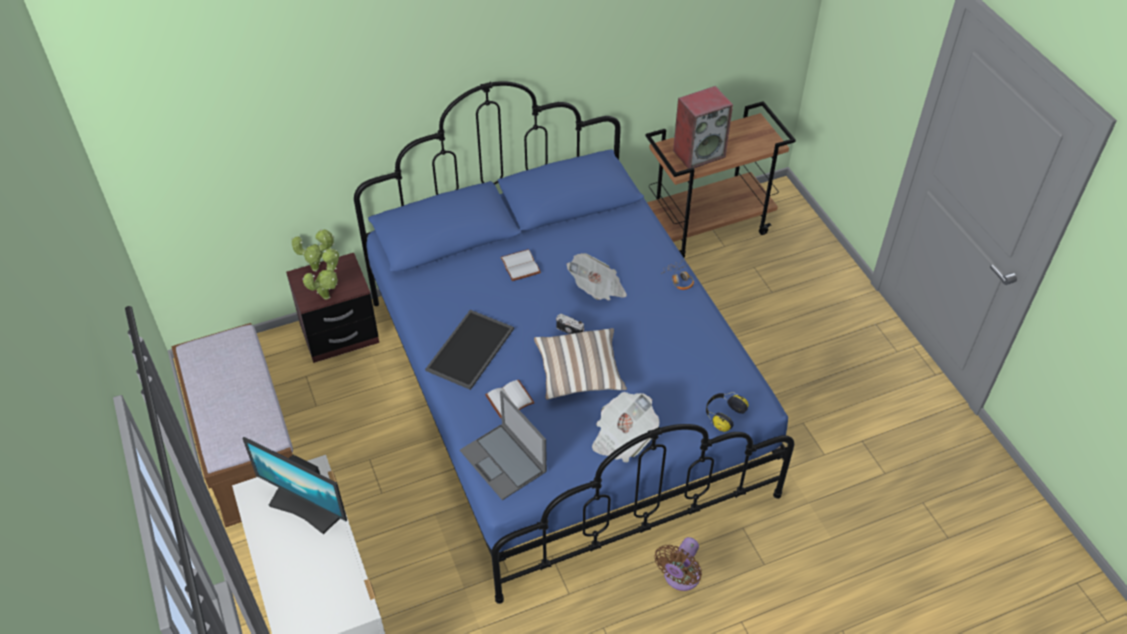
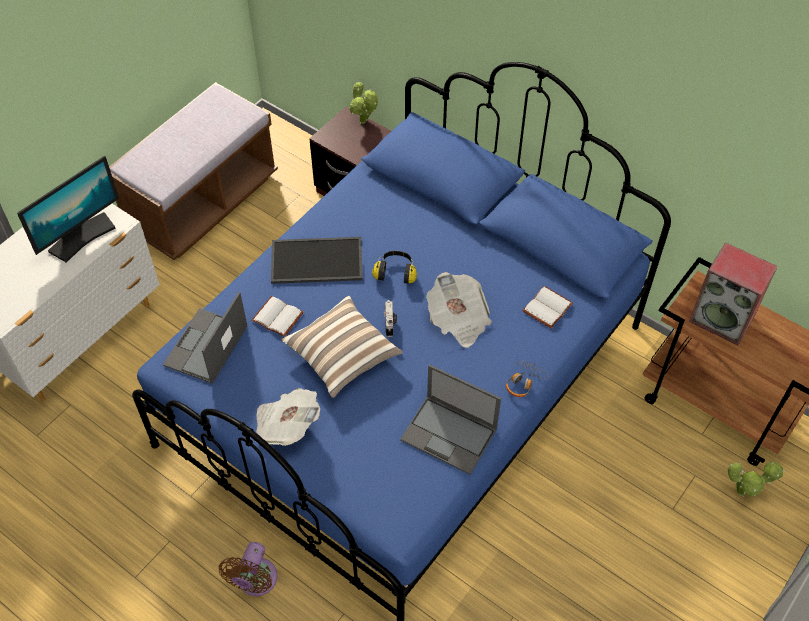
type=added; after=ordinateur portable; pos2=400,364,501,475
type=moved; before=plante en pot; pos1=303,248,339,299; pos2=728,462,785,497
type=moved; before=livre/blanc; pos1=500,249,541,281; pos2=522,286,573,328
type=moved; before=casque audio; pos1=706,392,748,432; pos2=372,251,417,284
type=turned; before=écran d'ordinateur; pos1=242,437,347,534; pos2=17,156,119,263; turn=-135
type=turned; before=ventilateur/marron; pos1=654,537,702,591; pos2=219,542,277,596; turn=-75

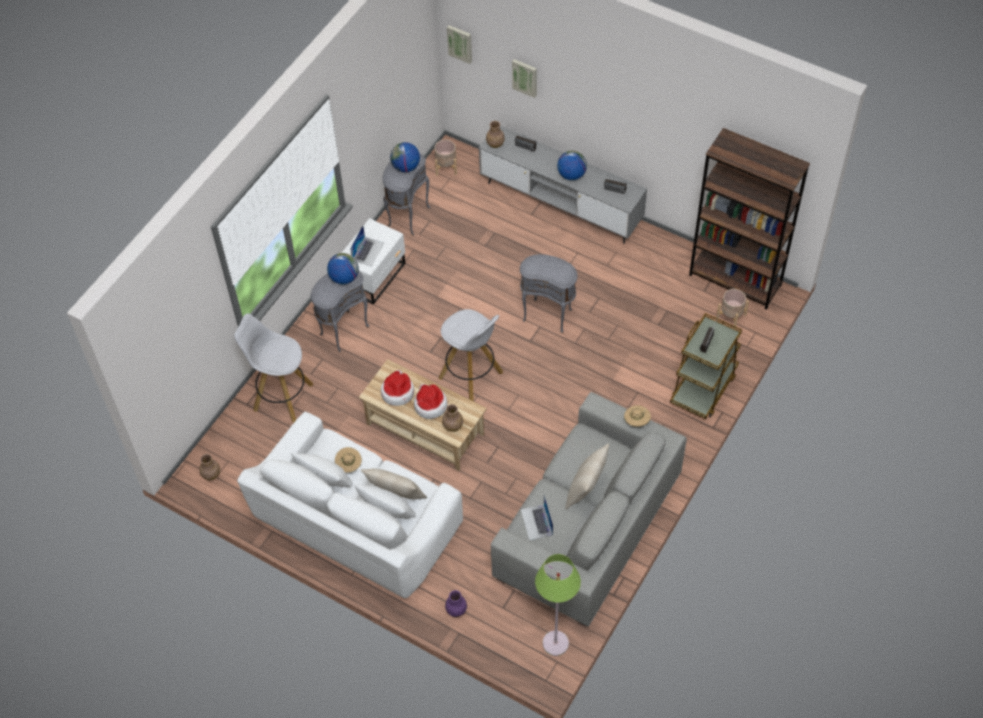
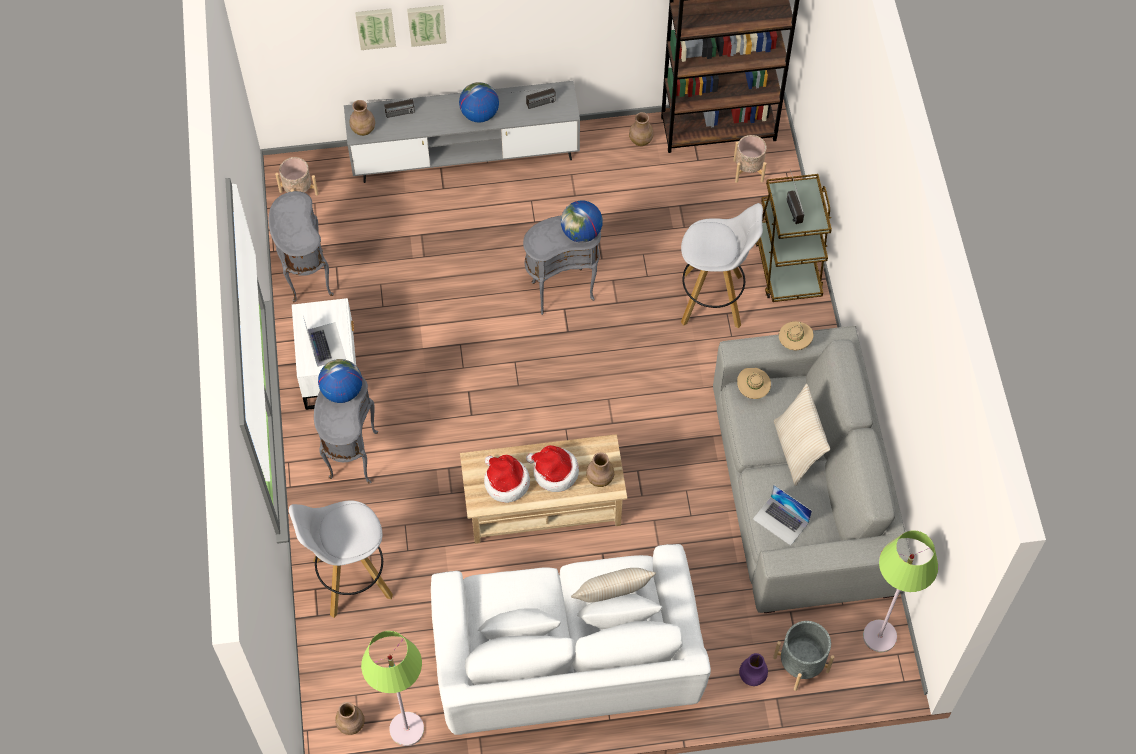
type=added; after=lampadaire/vert; pos2=361,631,424,746
type=added; after=vase/marron; pos2=629,112,654,146
type=added; after=cache-pot/gris; pos2=773,621,834,691
type=moved; before=chapeau/beige; pos1=335,447,362,473; pos2=737,368,771,399
type=moved; before=globe; pos1=390,142,420,172; pos2=561,200,603,243
type=moved; before=tabouret/blanc; pos1=439,309,503,402; pos2=681,203,763,328
type=moved; before=tableau; pos1=447,25,472,64; pos2=407,5,447,47

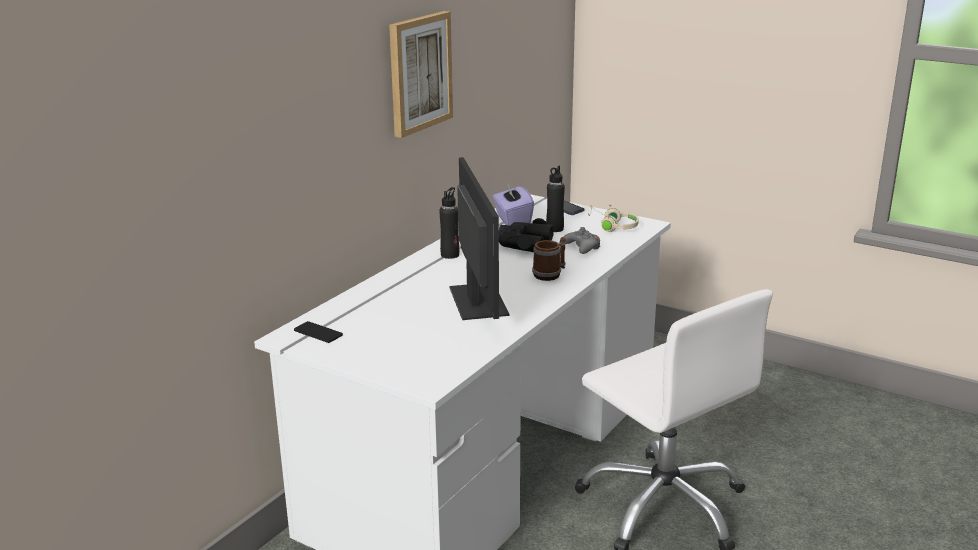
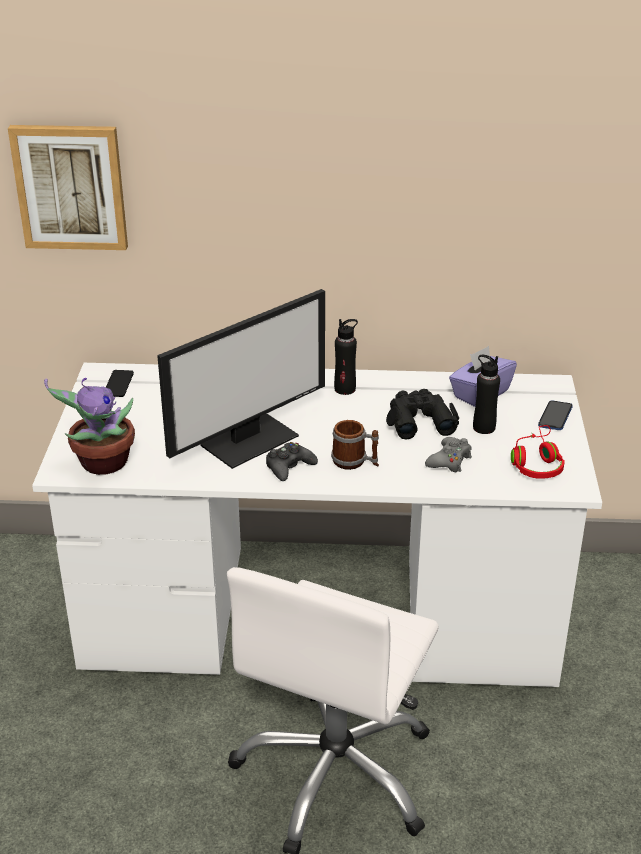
type=added; after=plante en pot; pos2=44,378,135,475
type=added; after=manette/noir; pos2=266,442,318,481
type=moved; before=tableau; pos1=389,11,453,138; pos2=8,125,128,250
type=recoloured; before=casque audio/beige; after=casque audio/rouge; pos1=588,204,639,232; pos2=511,425,565,479

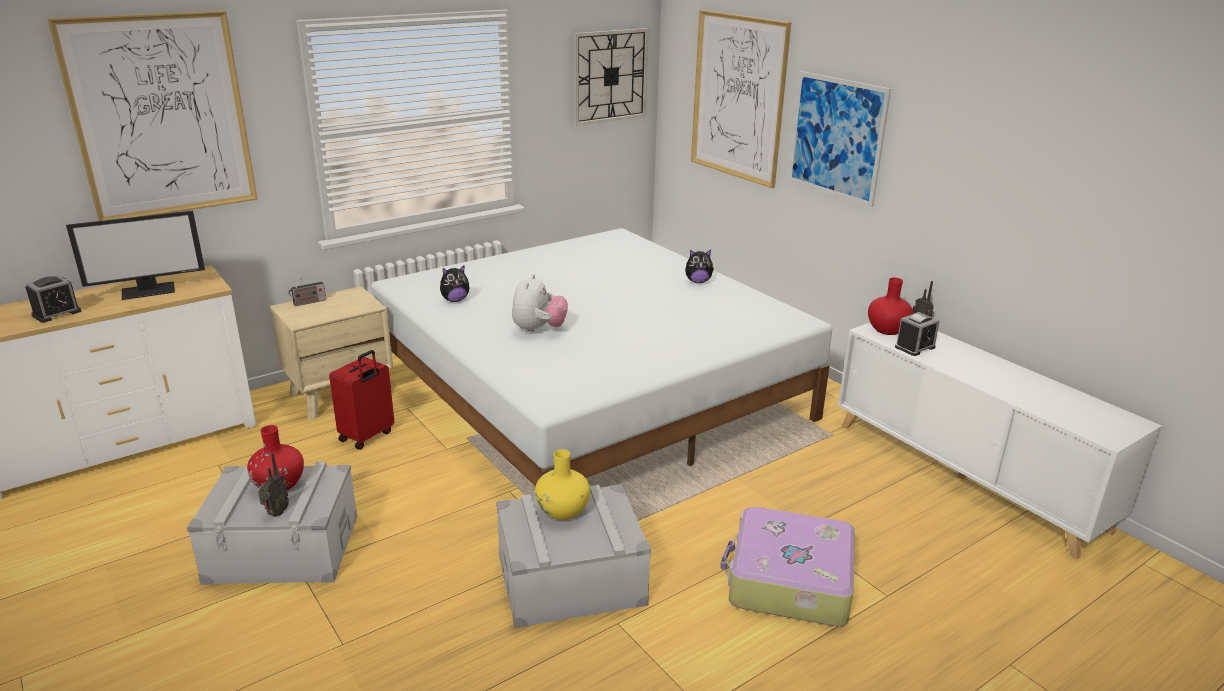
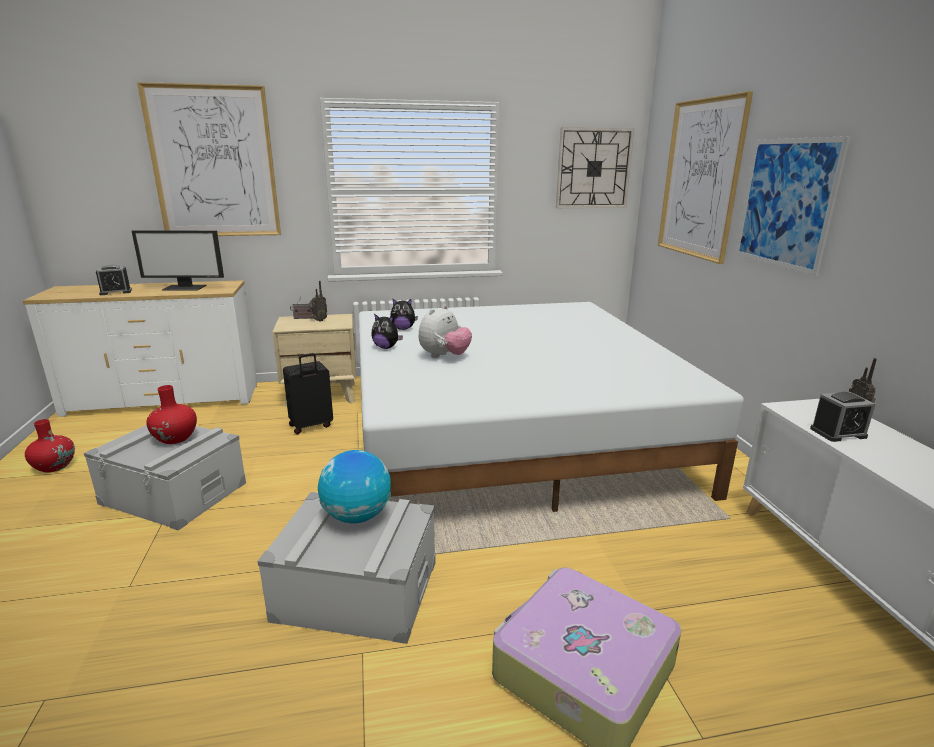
type=moved; before=radio; pos1=258,452,289,517; pos2=309,281,328,321
type=moved; before=peluche; pos1=685,250,714,283; pos2=371,314,403,349
type=moved; before=vase/rouge; pos1=868,278,913,335; pos2=25,419,75,473
type=replaced; before=vase/jaune; after=globe; pos1=535,449,590,520; pos2=318,450,391,523
type=recoloured; before=valise/rouge; after=valise/noir; pos1=329,350,394,450; pos2=283,353,333,434

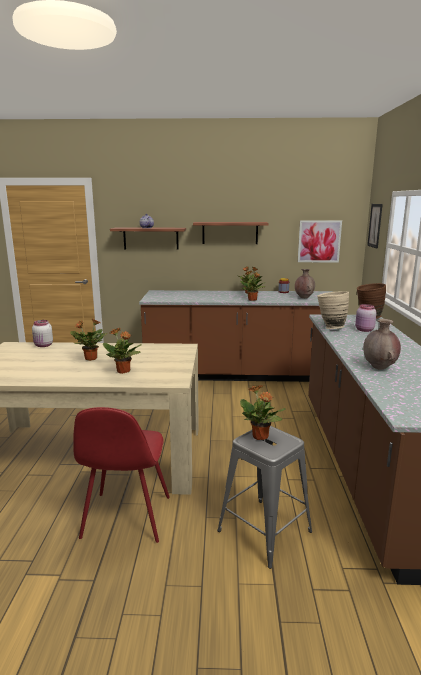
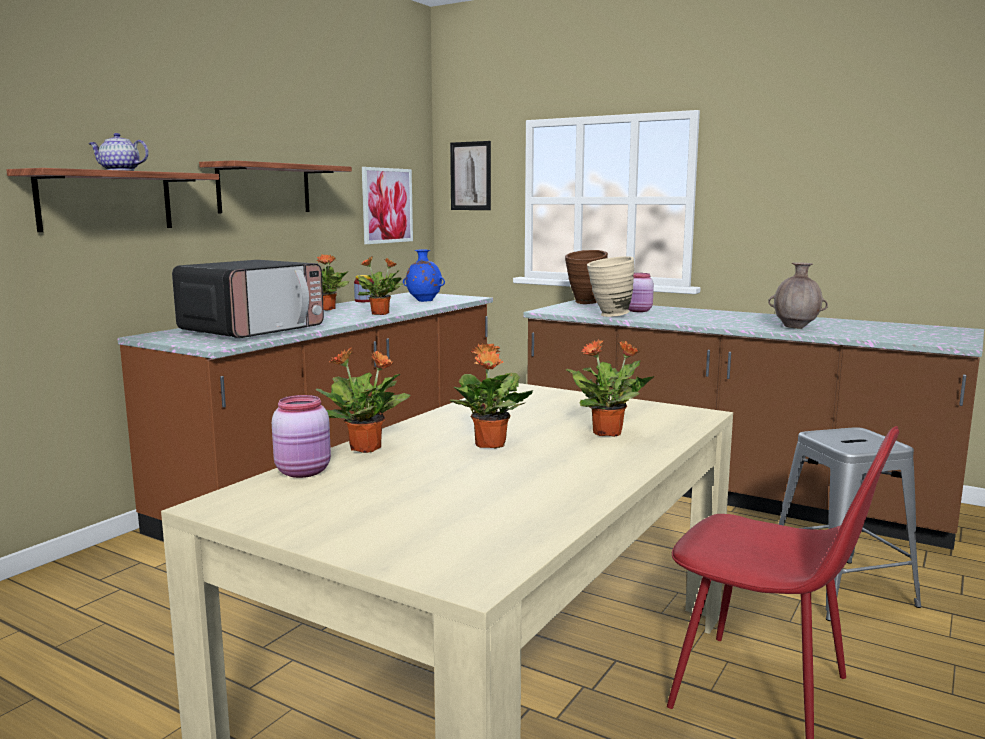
type=added; after=micro-ondes; pos2=172,260,324,338
type=moved; before=plante en pot; pos1=240,385,286,440; pos2=315,347,411,453
type=recoloured; before=bocal/blanc; after=bocal/rose; pos1=32,320,53,347; pos2=272,395,331,478
type=recoloured; before=vase/marron; after=vase/bleu; pos1=295,269,315,298; pos2=403,249,445,302

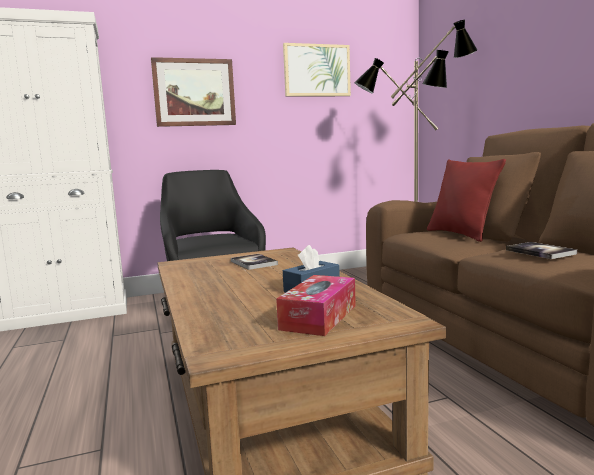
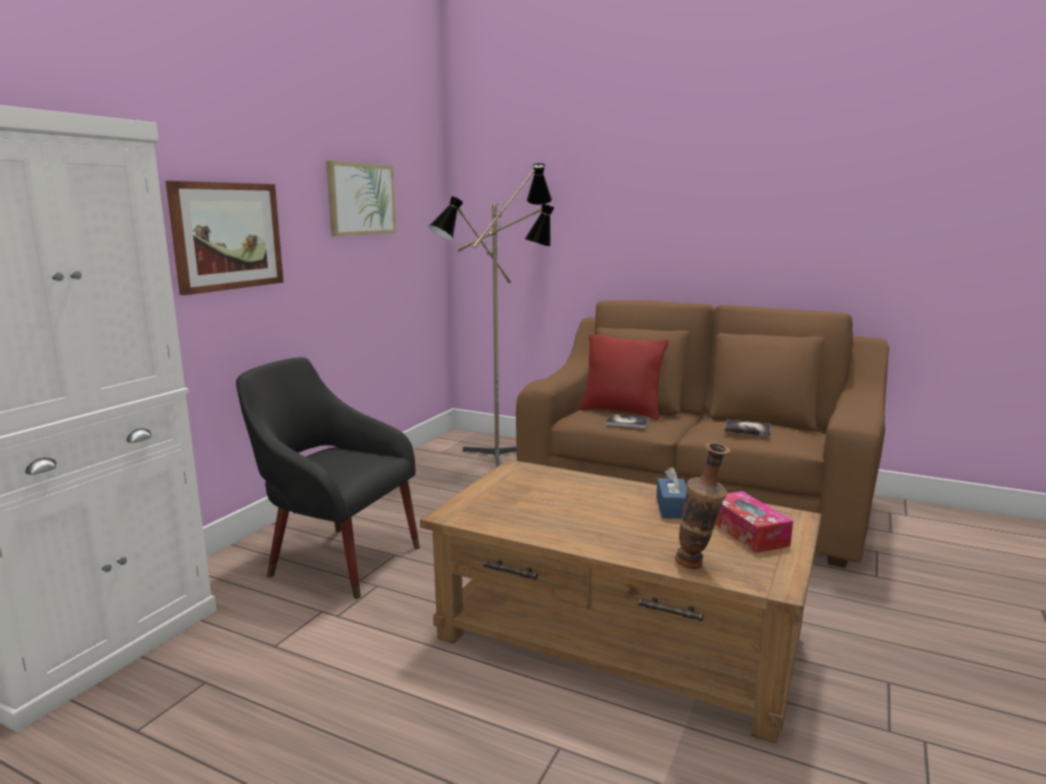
type=added; after=vase; pos2=675,442,731,569
type=moved; before=livre; pos1=231,254,278,270; pos2=605,414,649,429

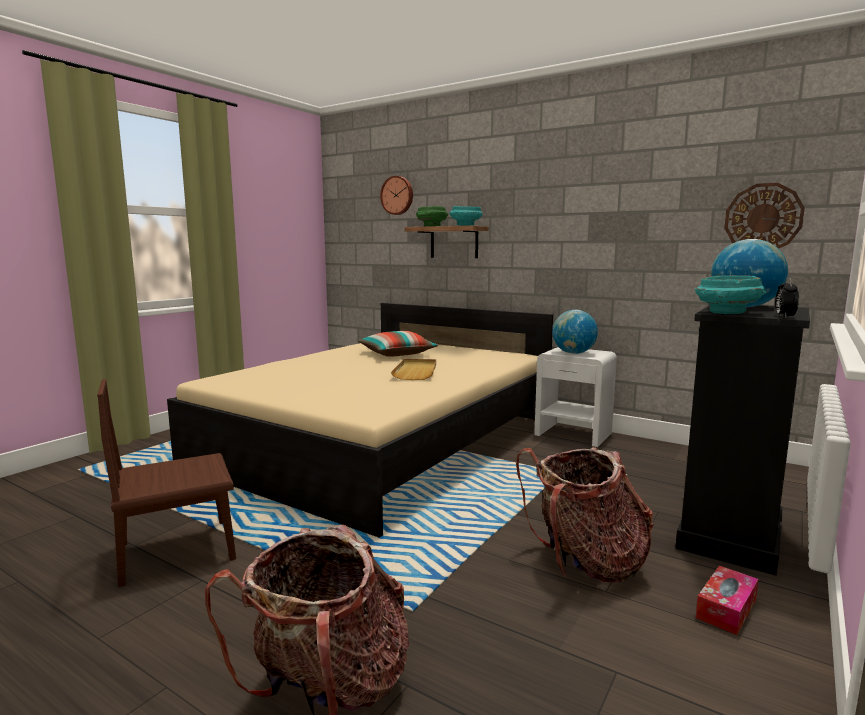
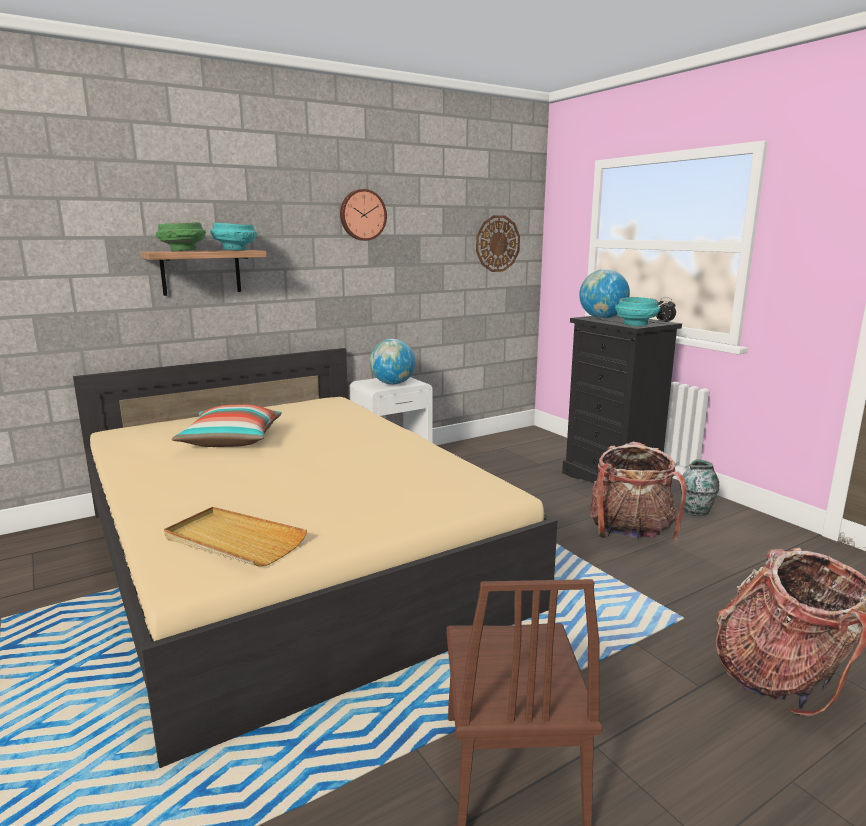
type=moved; before=horloge murale; pos1=380,176,413,215; pos2=340,189,387,241
type=moved; before=plateau/beige; pos1=391,359,436,380; pos2=164,507,307,566
type=replaced; before=boîte à mouchoirs; after=vase; pos1=696,566,759,635; pos2=680,459,719,516

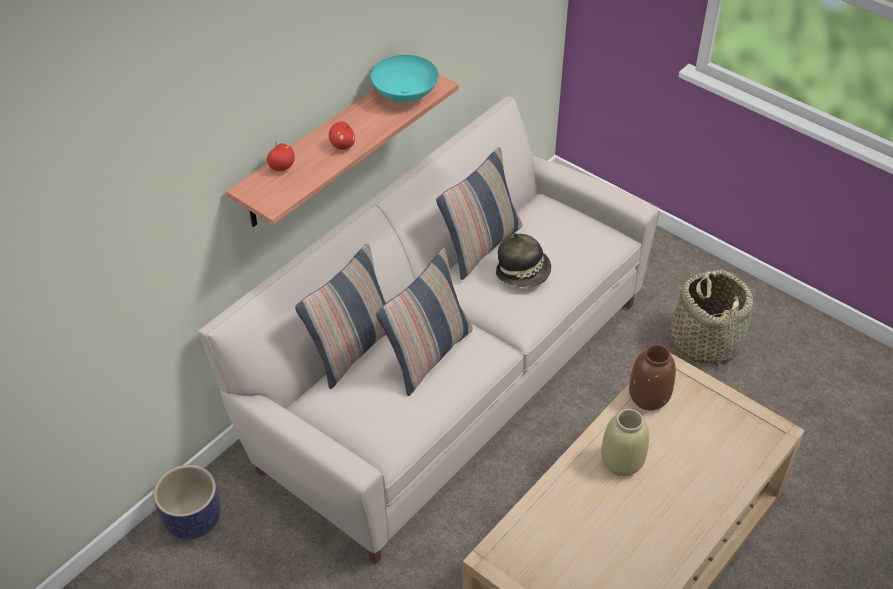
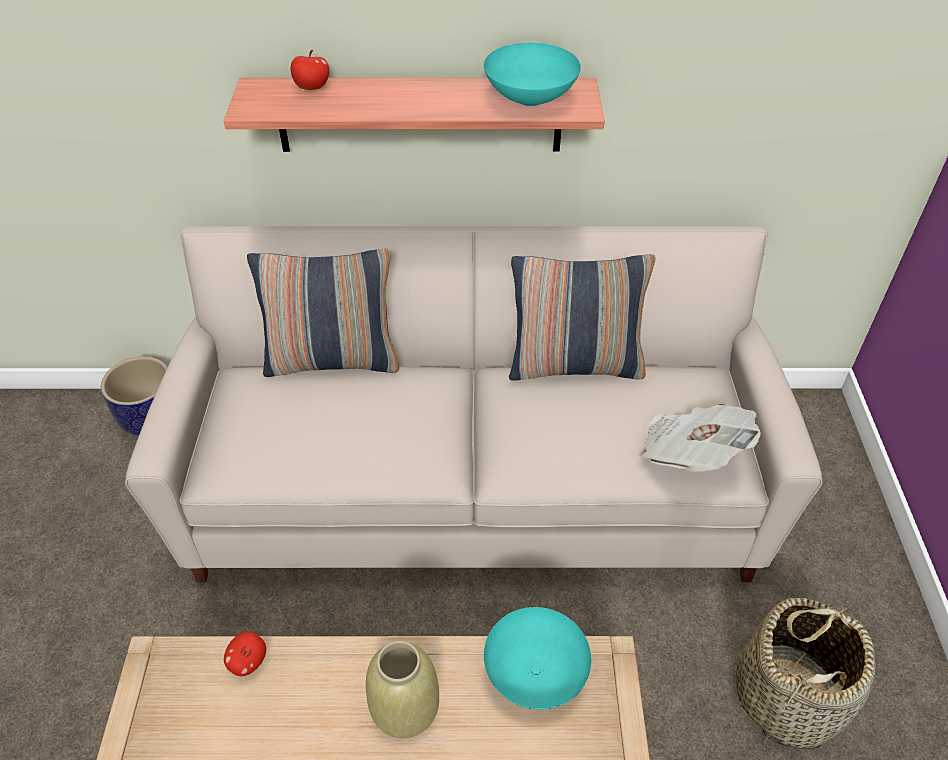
type=removed; before=coussin; pos1=376,248,473,396
type=removed; before=chapeau; pos1=496,233,551,288
type=added; after=journal; pos2=641,404,761,472
type=moved; before=pomme; pos1=329,121,355,150; pos2=224,632,266,676
type=replaced; before=vase/marron; after=bol/turquoise; pos1=629,344,676,411; pos2=484,607,591,710

